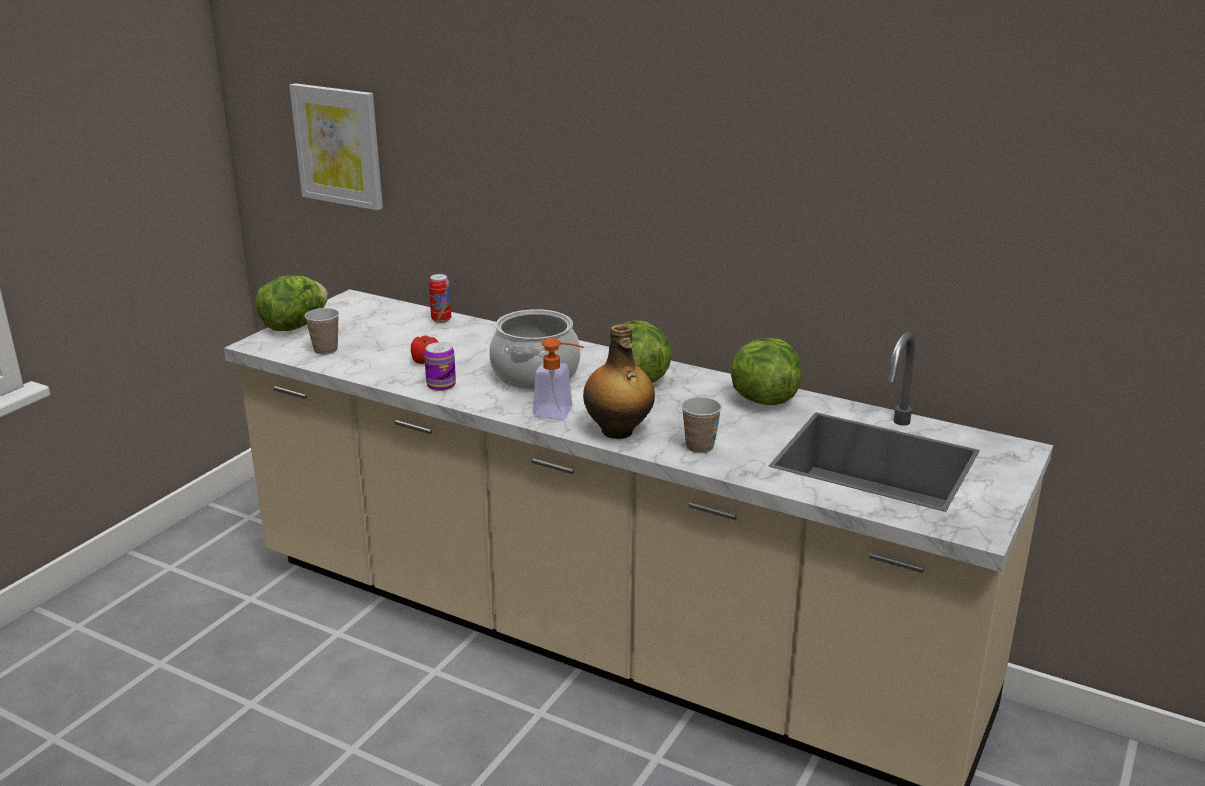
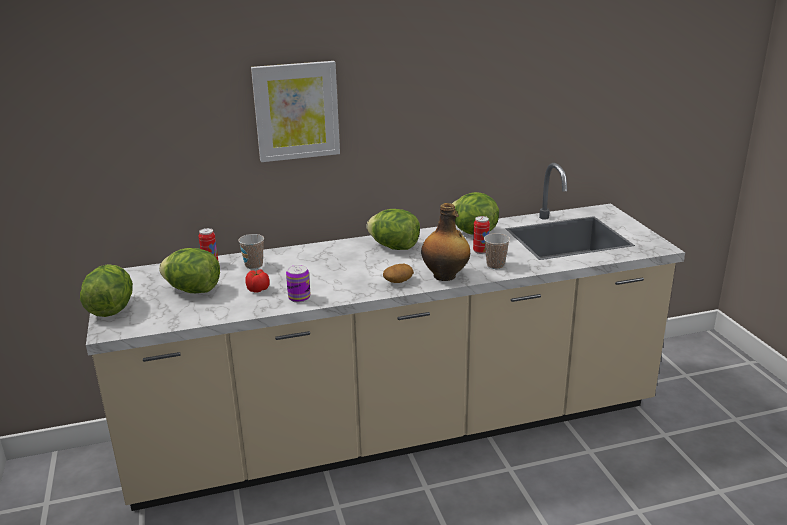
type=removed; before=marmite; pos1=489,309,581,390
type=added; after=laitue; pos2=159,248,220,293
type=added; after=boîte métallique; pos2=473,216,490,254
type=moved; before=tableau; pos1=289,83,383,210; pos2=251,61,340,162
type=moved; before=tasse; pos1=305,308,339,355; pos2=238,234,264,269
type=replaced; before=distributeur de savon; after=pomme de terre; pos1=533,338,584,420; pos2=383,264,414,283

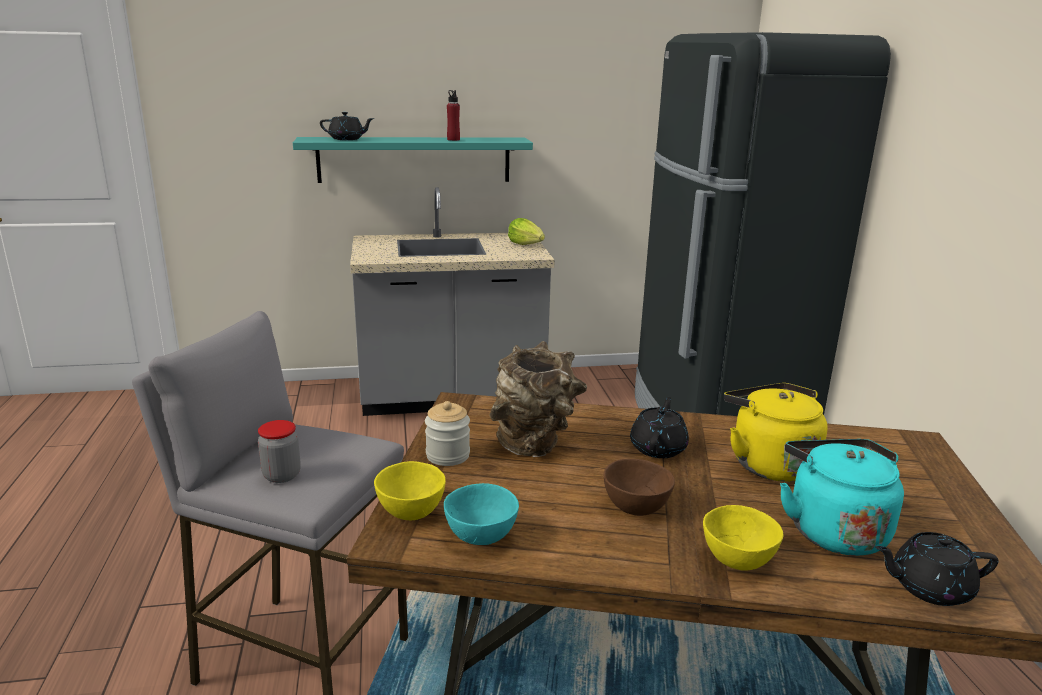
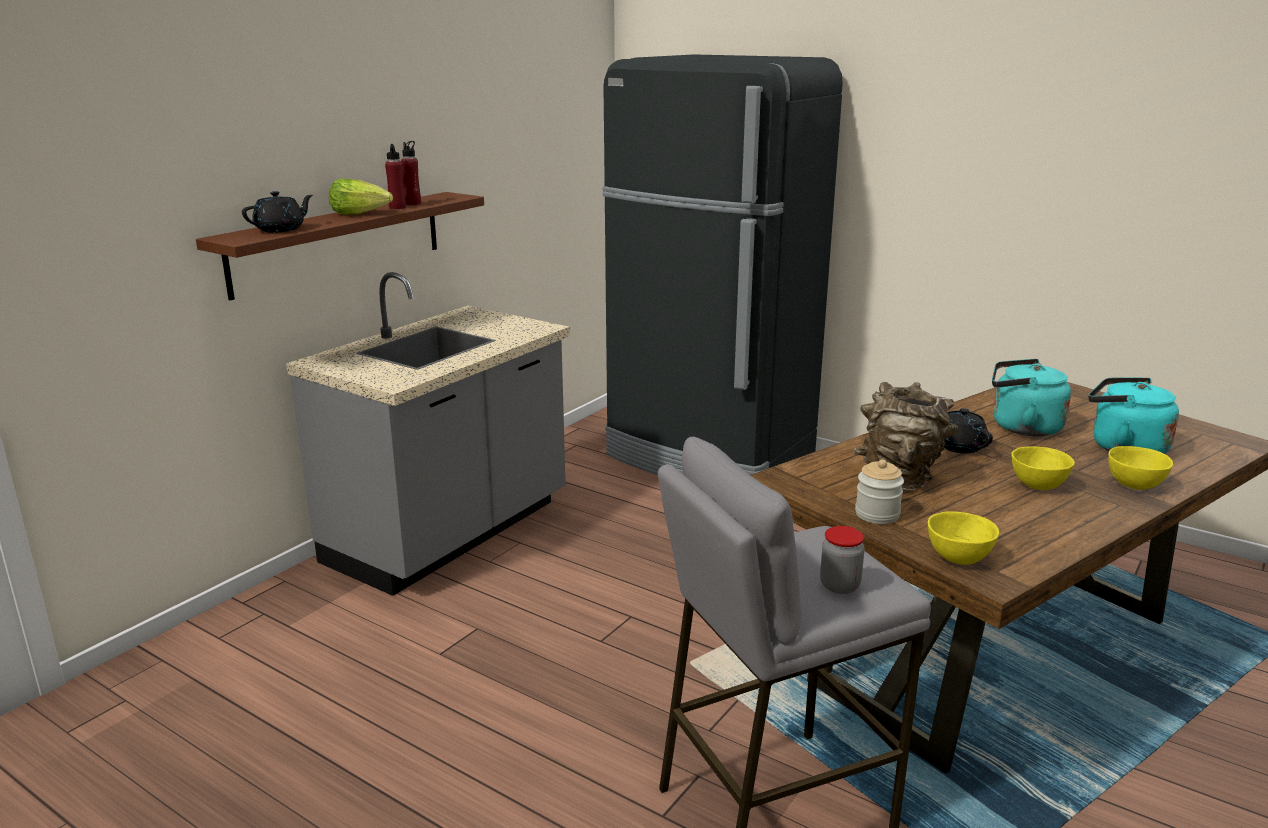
type=removed; before=bol/turquoise; pos1=444,483,519,545
type=removed; before=théière/noir; pos1=875,532,999,606
type=added; after=bouteille/rouge; pos2=401,141,421,205
type=moved; before=laitue; pos1=508,218,545,245; pos2=329,179,393,215
type=recoloured; before=étagère/turquoise; after=étagère/marron; pos1=293,137,533,183; pos2=196,192,484,300
type=recoloured; before=bol/marron; after=bol/jaune; pos1=604,459,675,516; pos2=1011,446,1075,490
type=recoloured; before=bouilloire/jaune; after=bouilloire/turquoise; pos1=724,383,827,482; pos2=992,359,1071,436

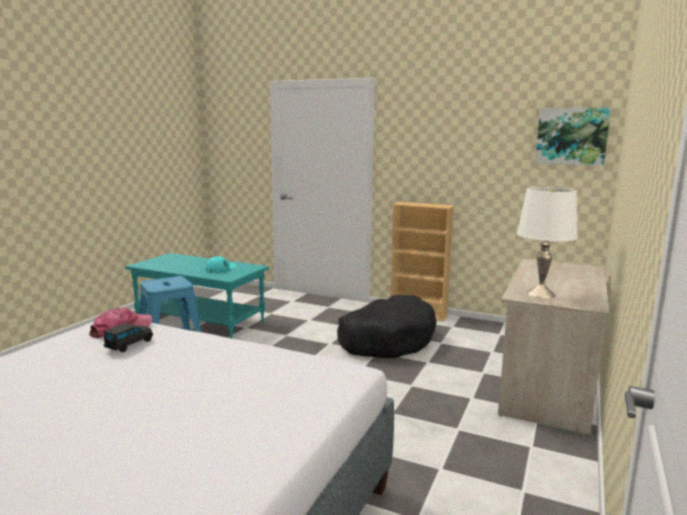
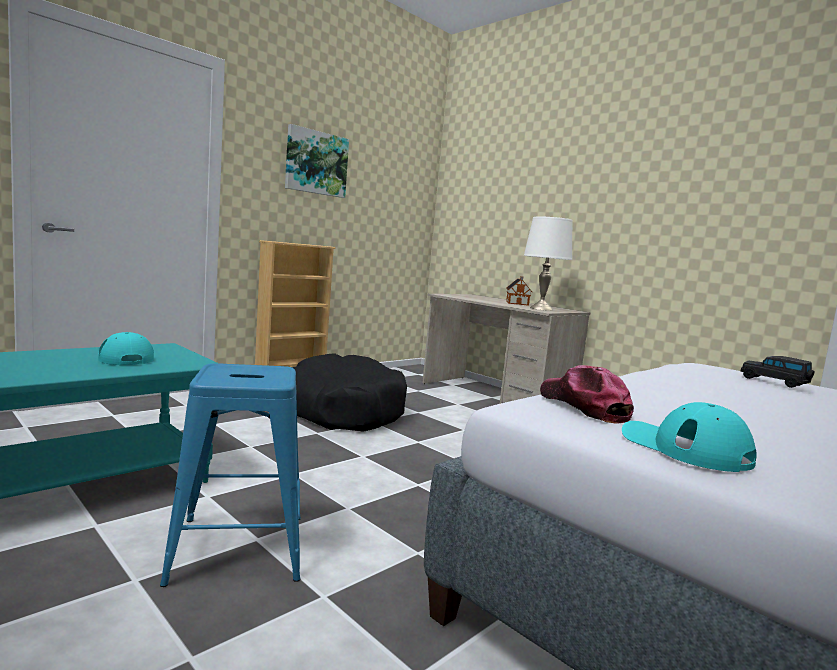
type=added; after=maison miniature; pos2=506,276,532,306
type=added; after=casquette/turquoise; pos2=622,402,757,472
type=moved; before=petite voiture/noir; pos1=104,323,153,352; pos2=741,356,815,388
type=moved; before=tableau; pos1=535,108,611,166; pos2=285,124,349,198

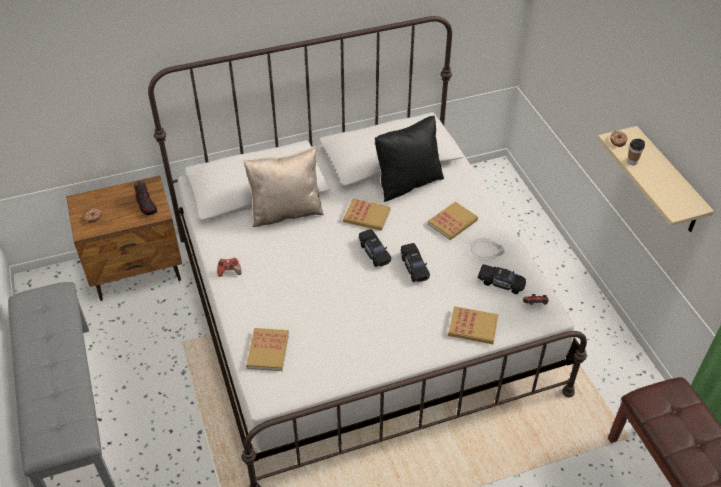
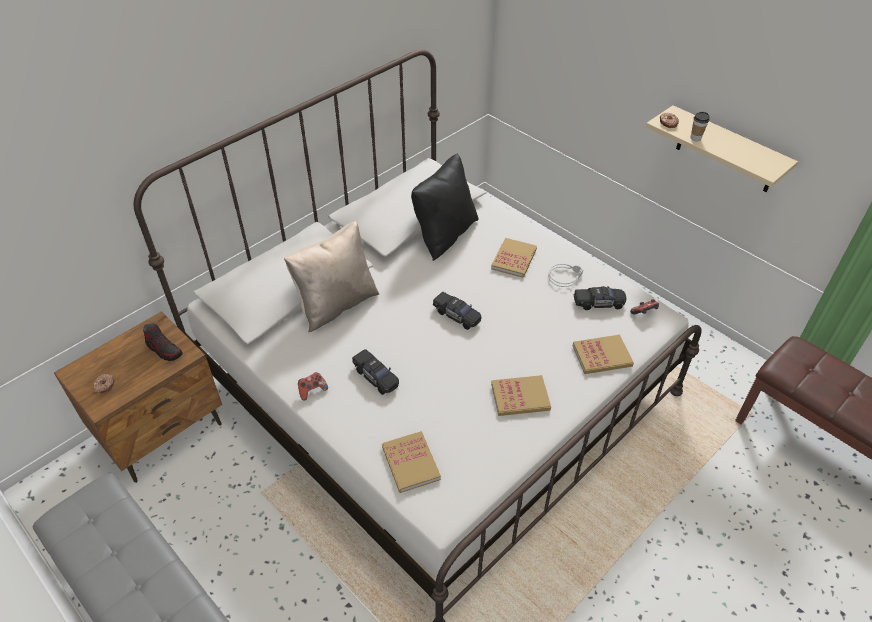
type=moved; before=livre; pos1=343,199,391,231; pos2=491,375,551,416
type=moved; before=petite voiture/noir; pos1=401,243,430,282; pos2=352,349,399,395

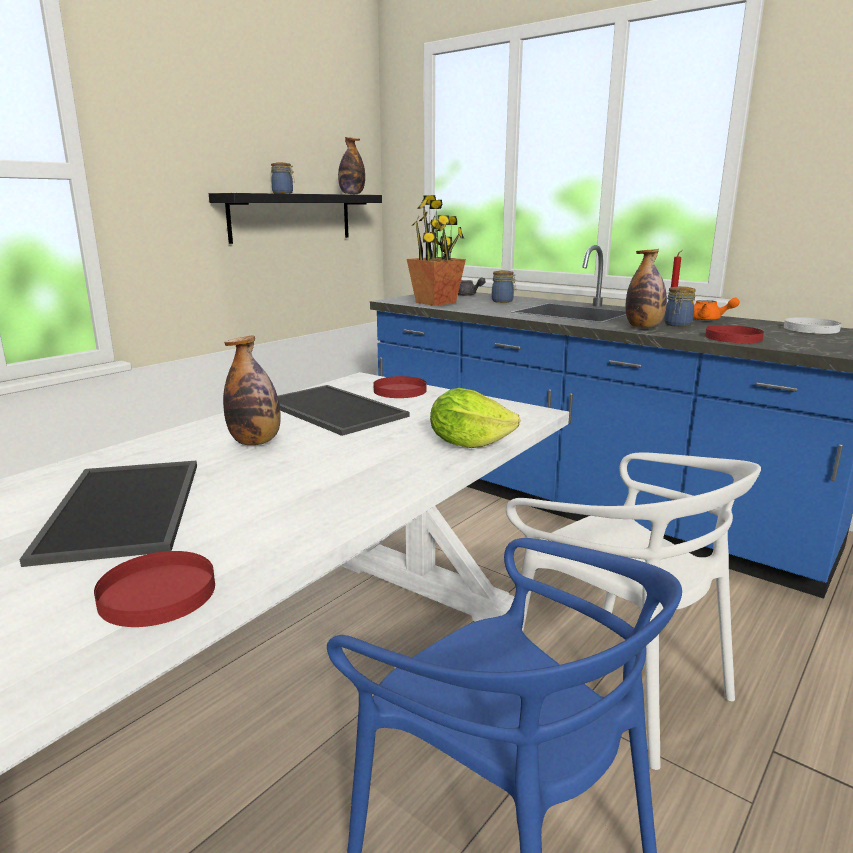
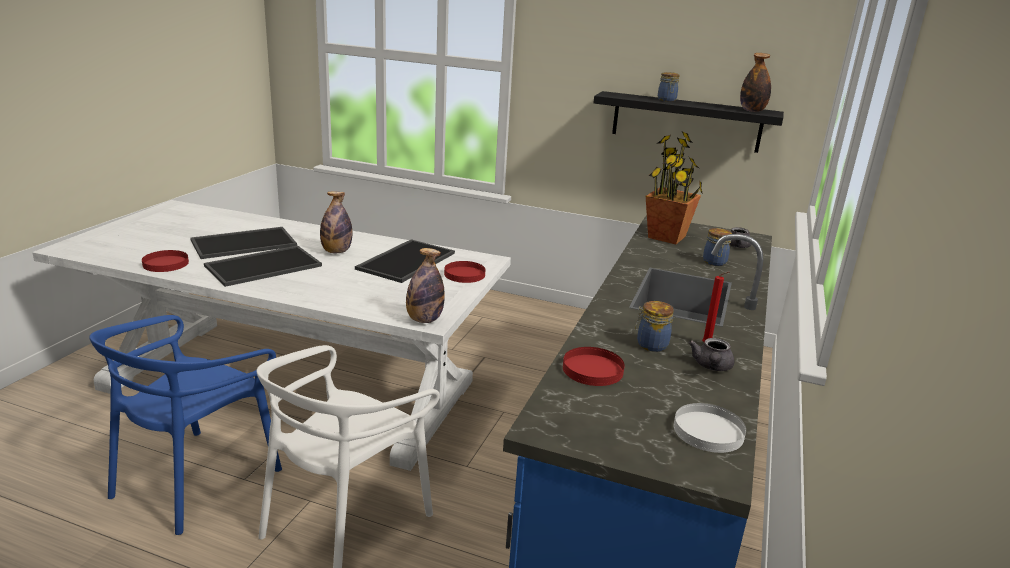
type=removed; before=laitue; pos1=430,388,521,448
type=added; after=plateau; pos2=204,245,322,287
type=moved; before=bouteille; pos1=626,249,667,328; pos2=406,248,445,323
type=recoloured; before=théière/orange; after=théière/gris; pos1=693,298,740,321; pos2=688,338,734,371

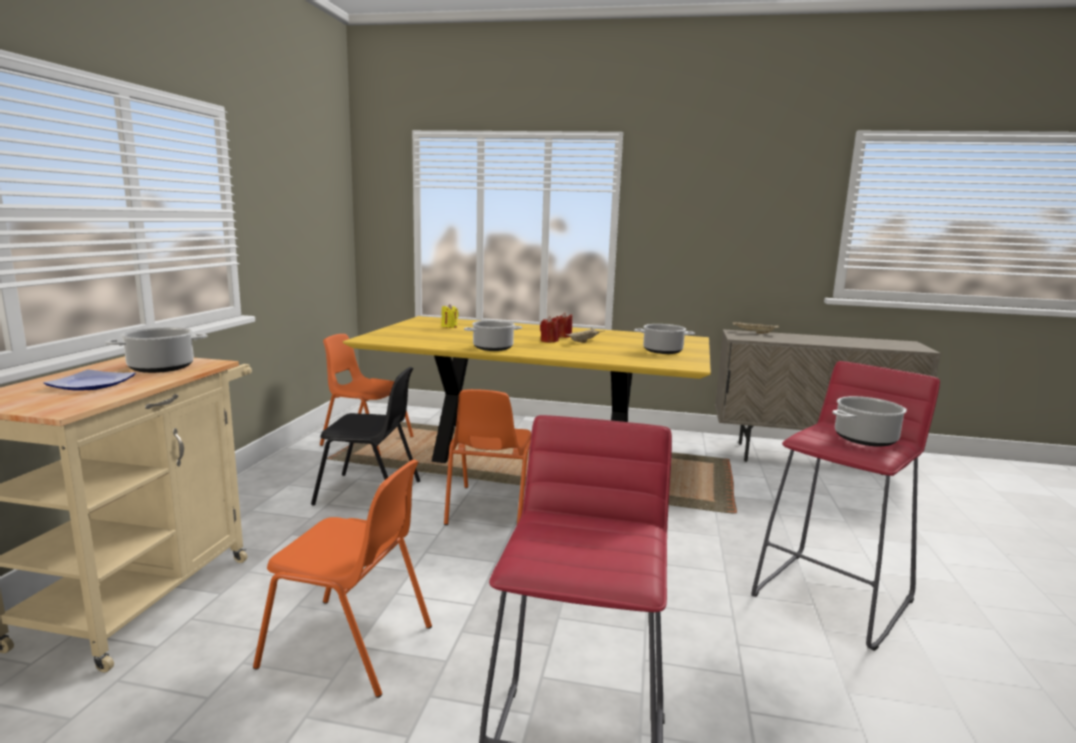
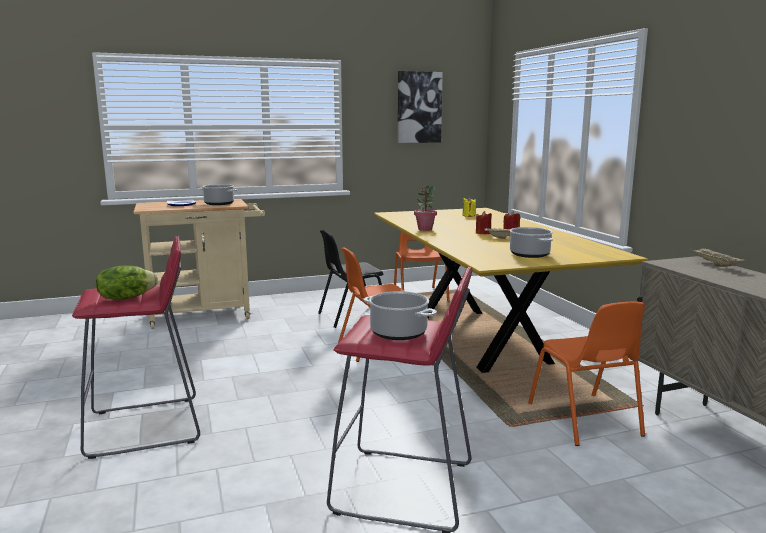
type=added; after=laitue; pos2=96,266,158,300
type=added; after=tableau; pos2=398,71,443,143
type=moved; before=chaise/orange; pos1=253,459,432,698; pos2=528,301,645,446
type=replaced; before=marmite; after=plante en pot; pos1=464,320,522,351; pos2=414,186,437,231
type=turned; before=chaise/noir; pos1=311,367,420,505; pos2=318,230,384,328; turn=90

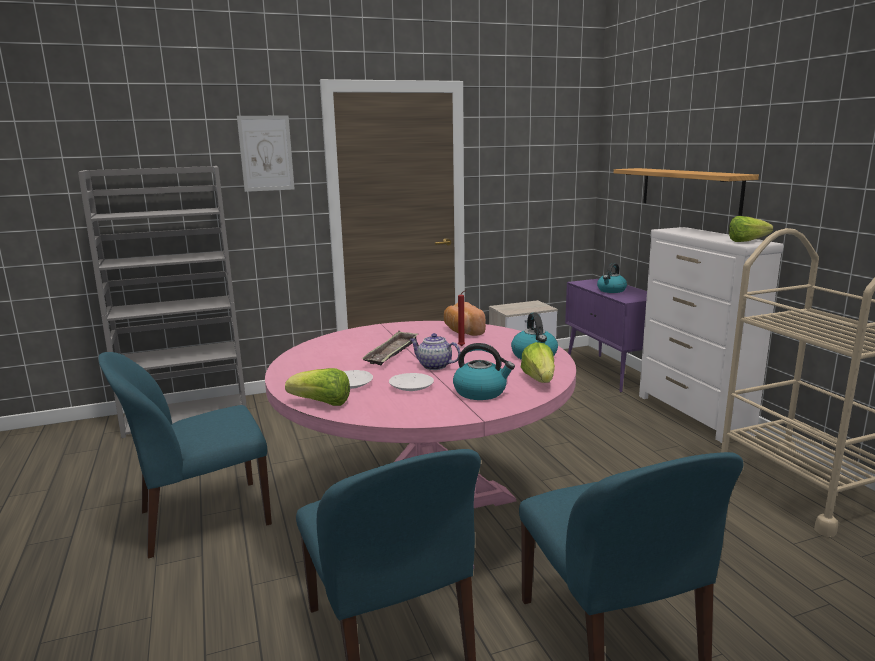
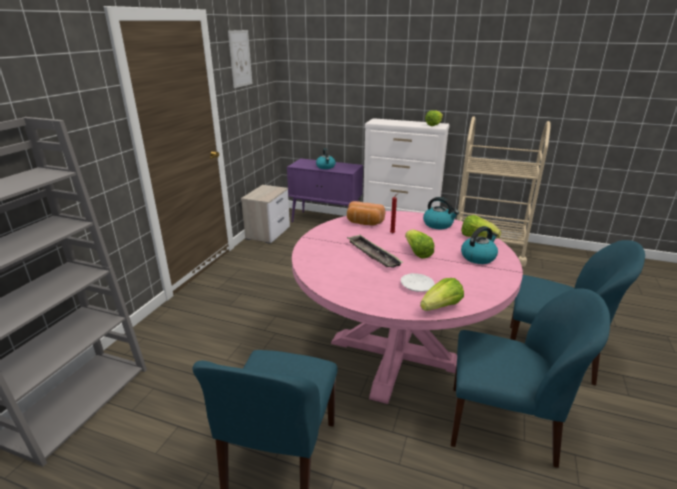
type=removed; before=assiette/blanc; pos1=389,373,434,391
type=removed; before=étagère; pos1=614,168,759,216
type=moved; before=tableau; pos1=237,115,295,192; pos2=228,30,253,88
type=replaced; before=théière; after=laitue; pos1=409,333,461,370; pos2=405,230,434,259

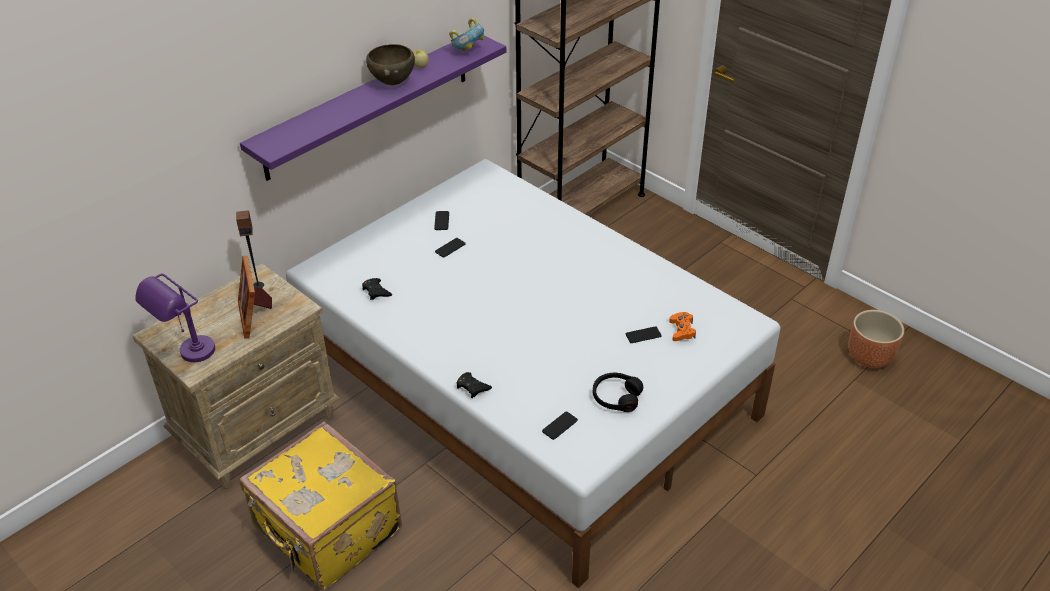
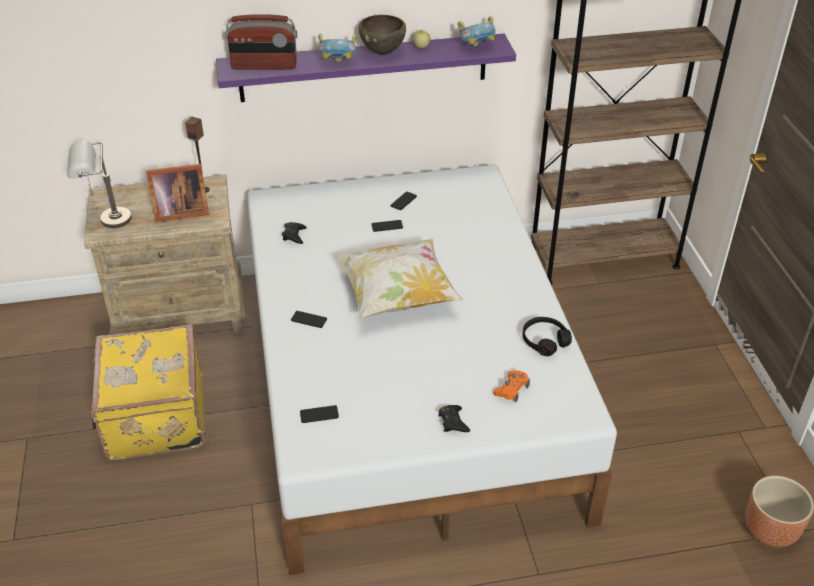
type=added; after=radio; pos2=225,14,297,70
type=added; after=bol; pos2=318,34,356,62
type=added; after=coussin; pos2=337,238,462,319
type=moved; before=manette/noir; pos1=457,372,492,398; pos2=438,405,470,432
type=moved; before=casque audio/noir; pos1=593,372,643,412; pos2=522,317,572,356
type=moved; before=téléphone; pos1=626,326,662,343; pos2=291,311,327,328
type=recoloured; before=lampe de table/violet; after=lampe de table/gris; pos1=135,274,215,362; pos2=67,140,132,228
type=turned; before=cadre photo; pos1=238,256,272,339; pos2=146,164,209,222; turn=-120

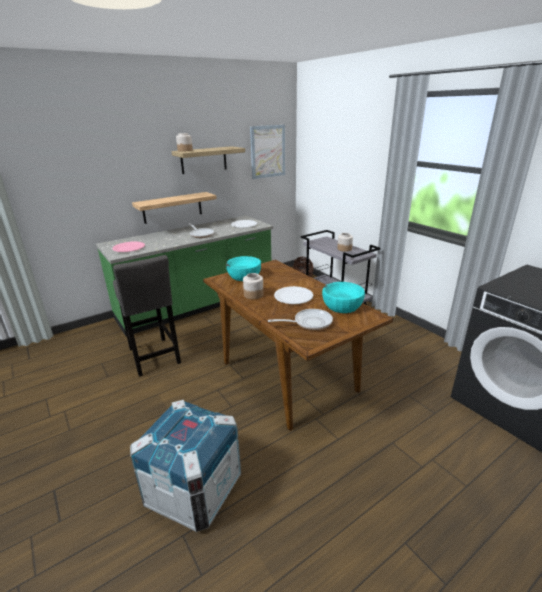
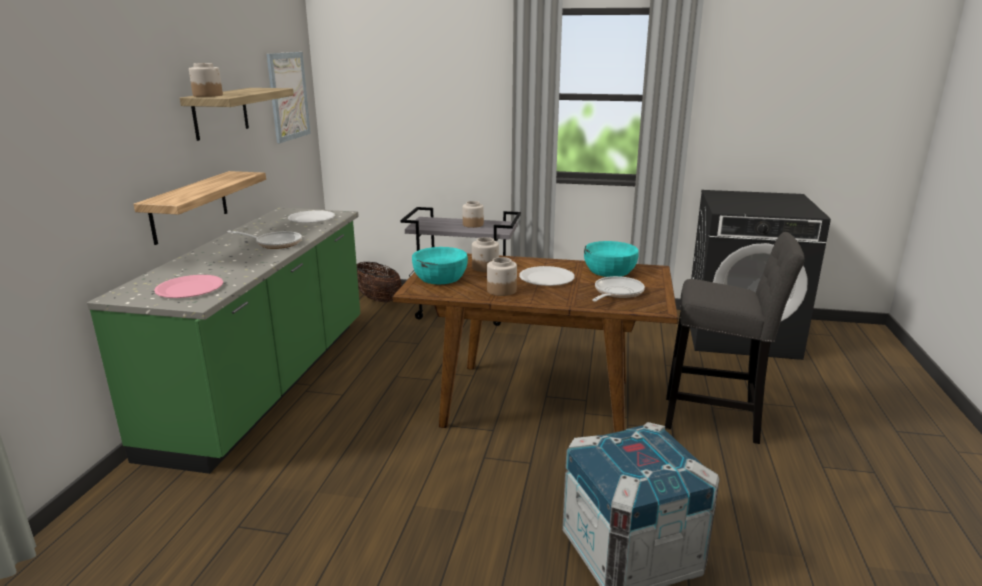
type=added; after=bocal; pos2=472,237,499,272
type=moved; before=tabouret/gris; pos1=113,255,181,377; pos2=665,232,805,444

